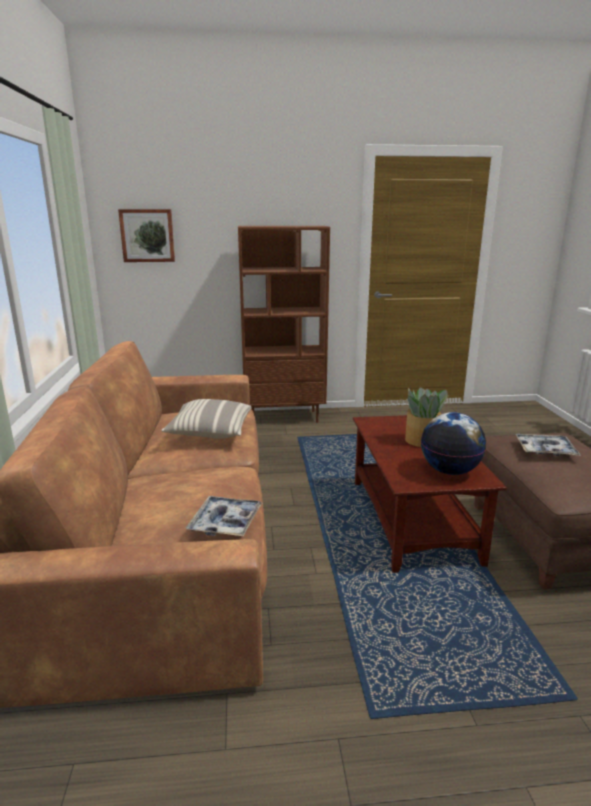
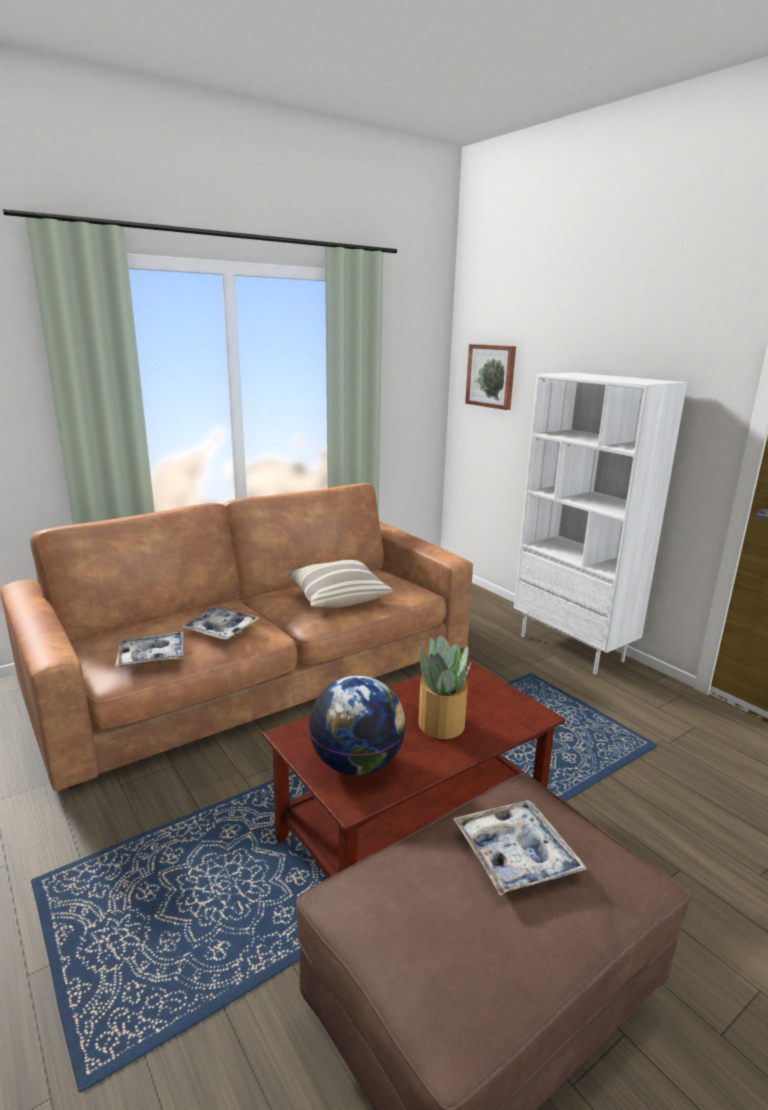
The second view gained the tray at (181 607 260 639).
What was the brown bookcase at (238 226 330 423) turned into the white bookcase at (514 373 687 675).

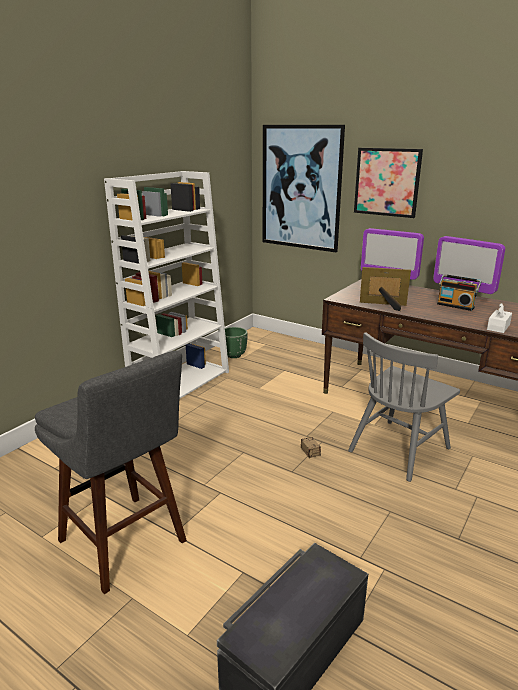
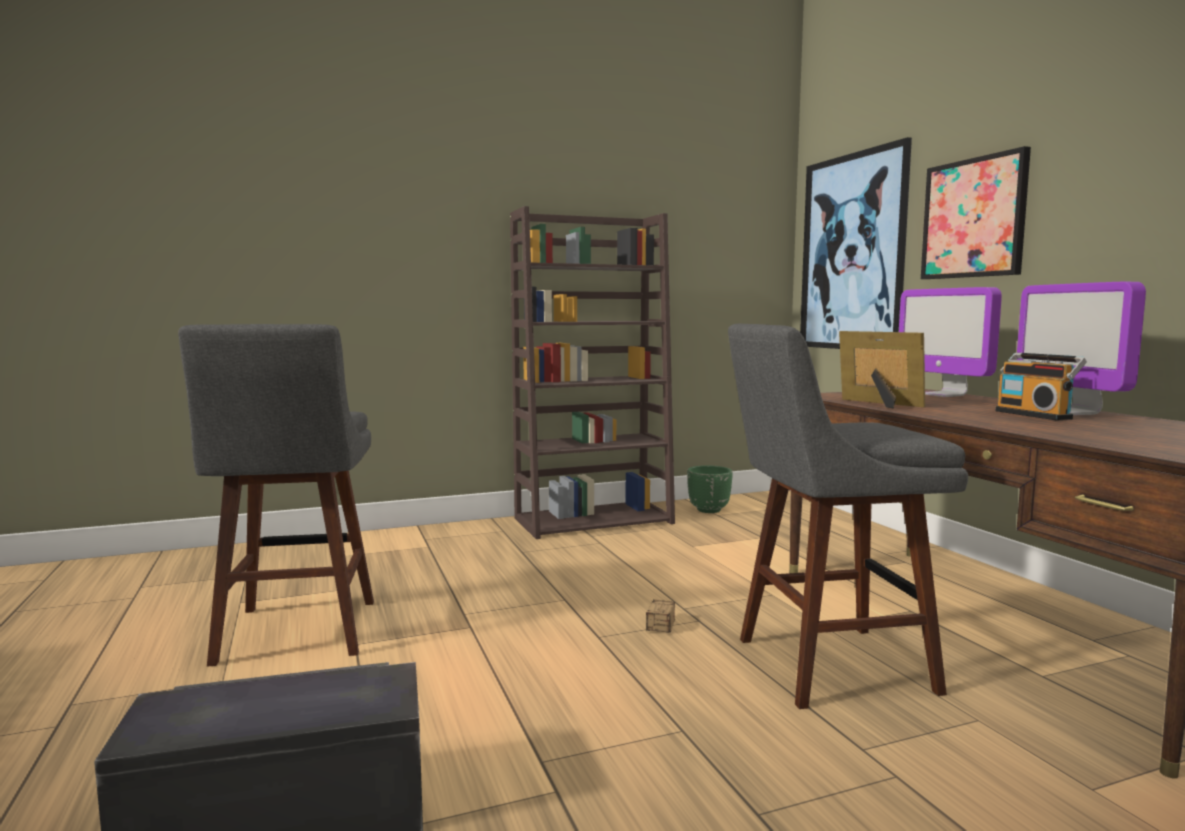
What was the white bookcase at (104 171 229 399) turned into the brown bookcase at (510 206 675 539).
Where the grey chair stood at (348 332 460 482), the grey stool came to stand at (728 324 968 709).
The second view lost the white tissue box at (487 303 512 333).

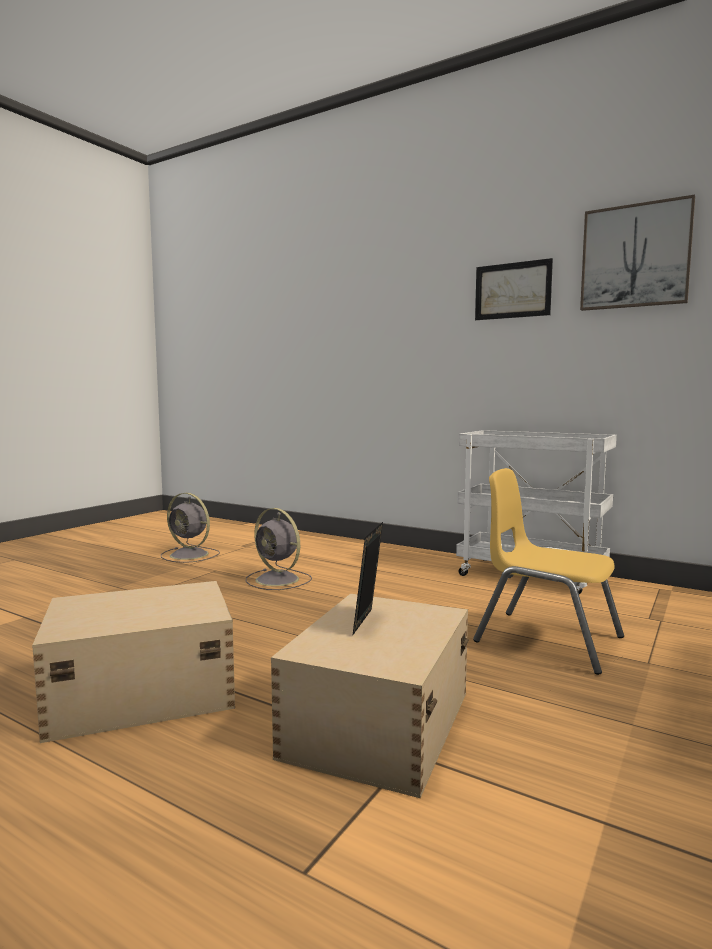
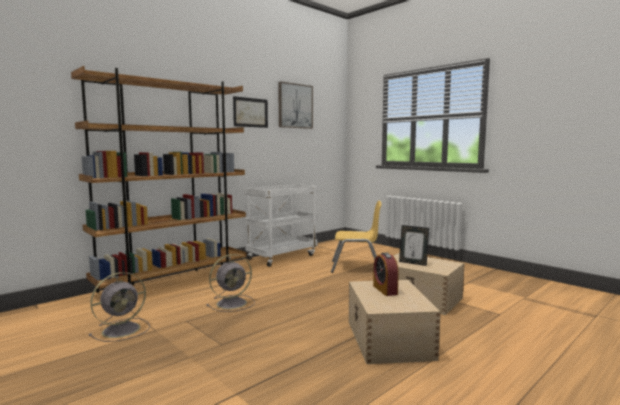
The second view gained the brown bookcase at (71 66 247 293).
The yellow chair at (473 468 624 675) ended up facing another way, 135 degrees counterclockwise from before.
The second view gained the alarm clock at (373 253 399 296).

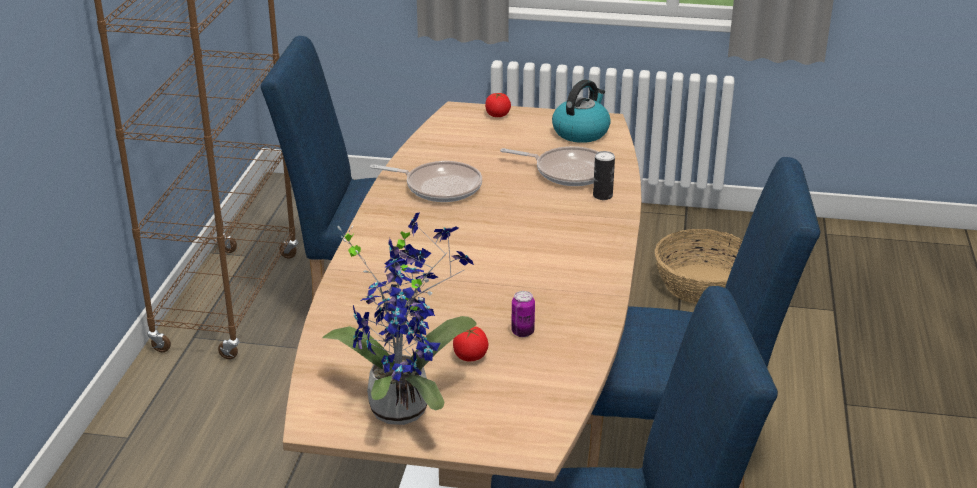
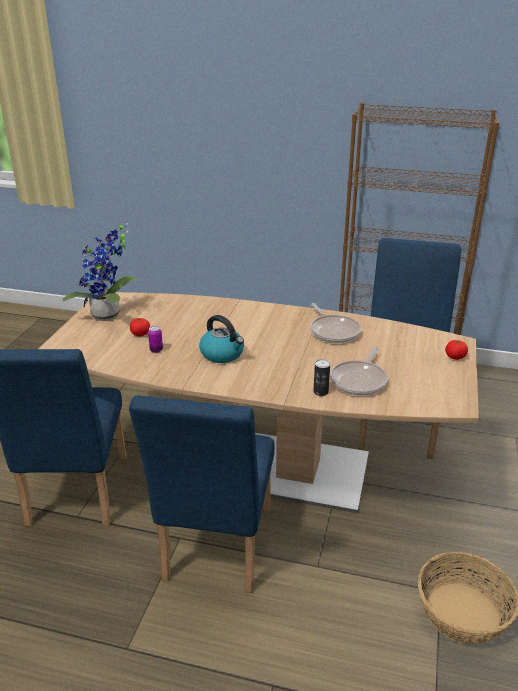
The kettle ended up elsewhere, having gone from (552 79 611 143) to (199 315 244 363).
The frying pan at (370 161 482 202) ended up facing another way, 45 degrees counterclockwise from before.

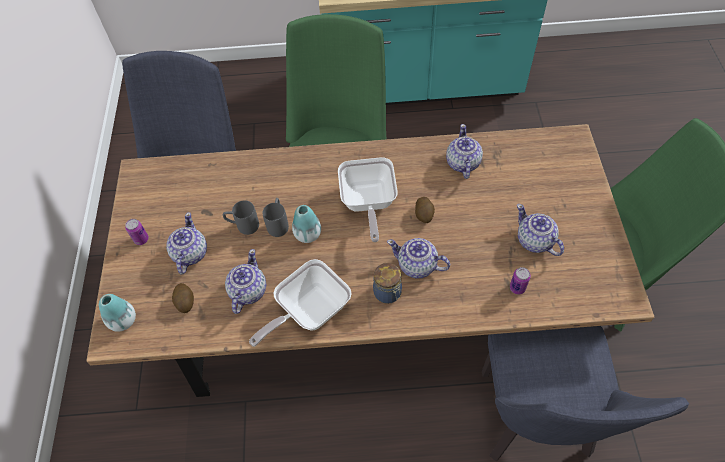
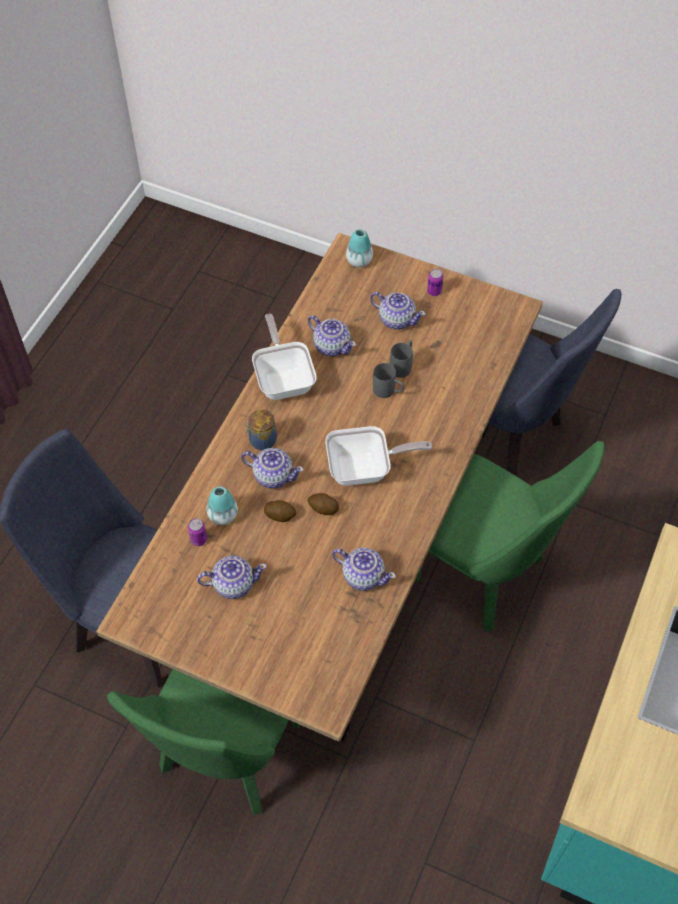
The vase ended up elsewhere, having gone from (292 205 321 243) to (207 486 238 525).
The teapot at (387 238 450 279) ended up facing another way, 60 degrees clockwise from before.
The potato ended up elsewhere, having gone from (172 283 194 313) to (264 500 296 522).
The frying pan at (338 157 398 242) ended up facing another way, 150 degrees clockwise from before.

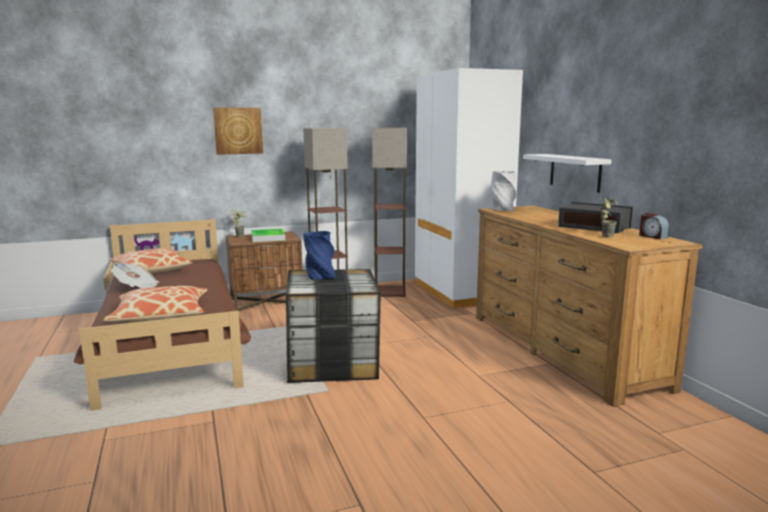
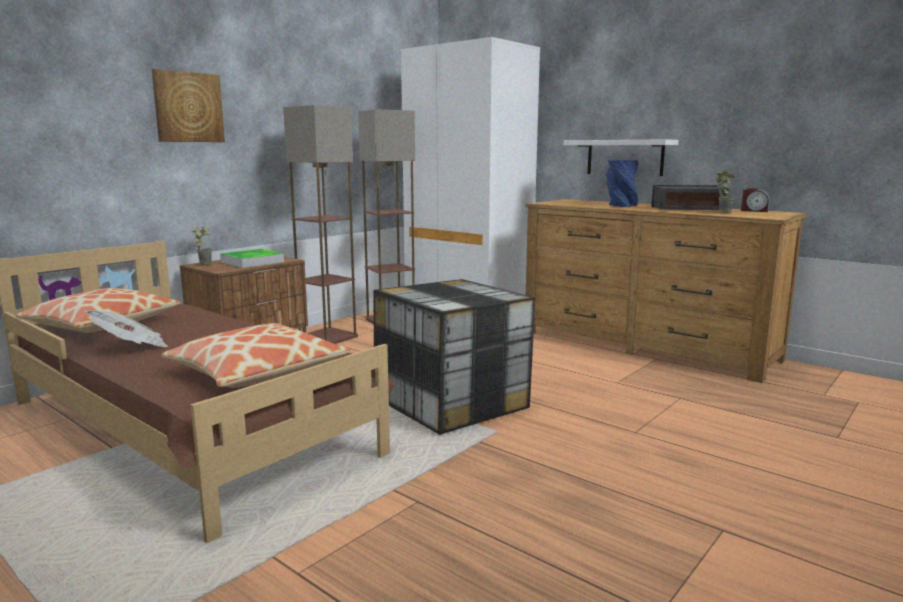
The blue vase ended up elsewhere, having gone from (303 231 336 280) to (607 160 638 207).
The second view lost the grey vase at (491 171 516 211).

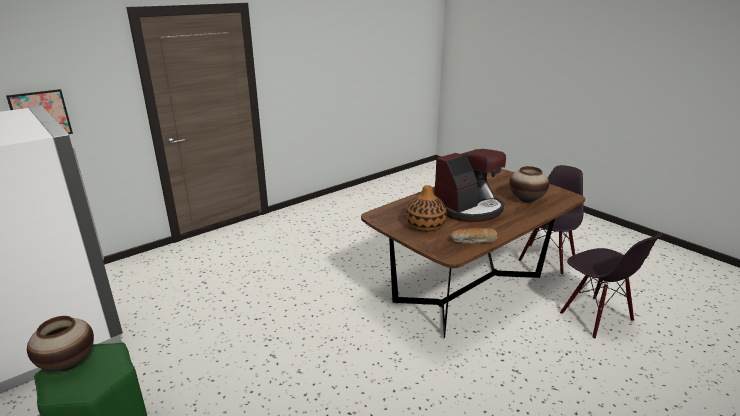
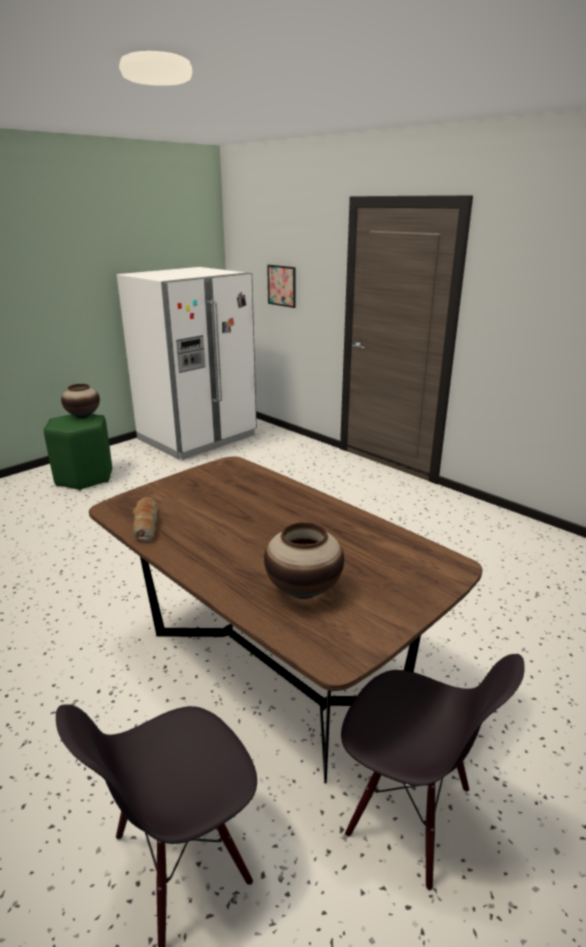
The second view lost the vase at (406 185 447 232).
The second view lost the coffee machine at (434 149 506 222).

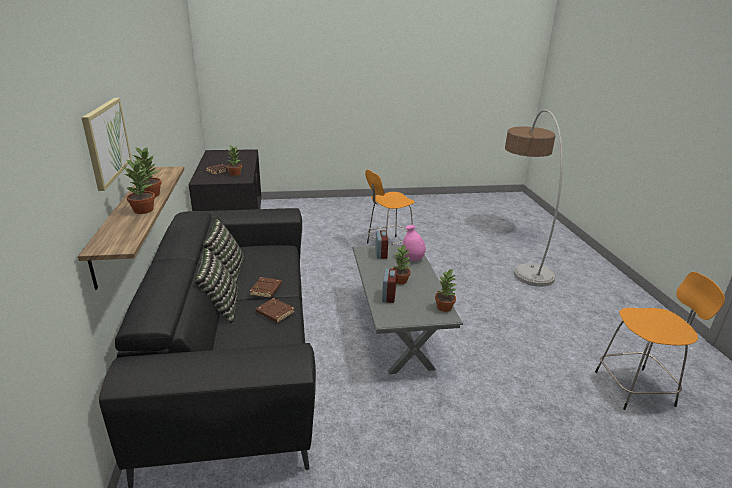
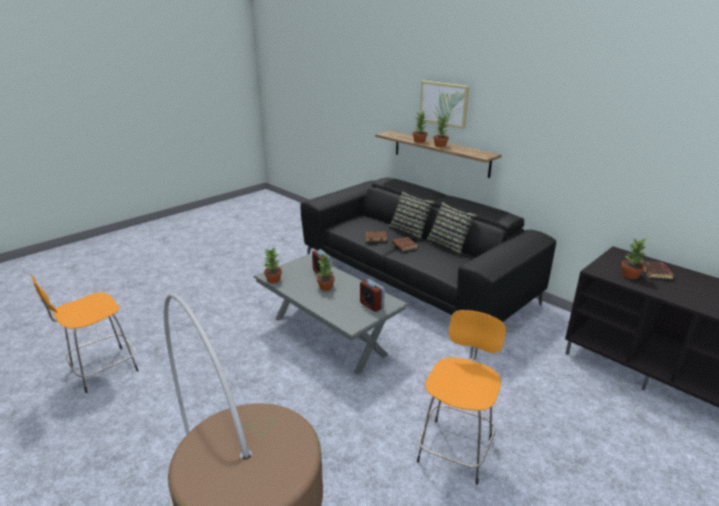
The second view lost the pink vase at (403 225 426 261).

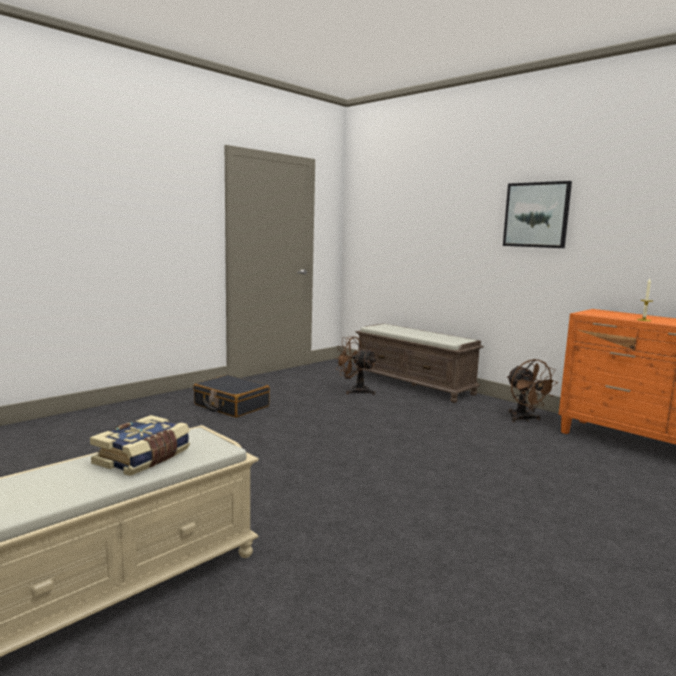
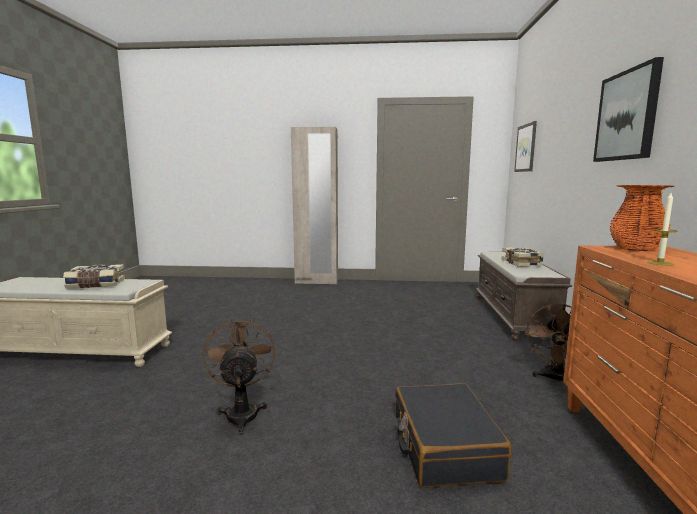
The brown fan ended up elsewhere, having gone from (335 336 377 395) to (203 318 275 435).
The second view gained the beige wardrobe at (291 127 338 284).
The black suitcase ended up elsewhere, having gone from (193 375 270 418) to (395 383 512 488).
The second view gained the book at (502 247 544 266).
The second view gained the picture at (514 121 537 172).
The second view gained the orange vase at (610 185 674 251).

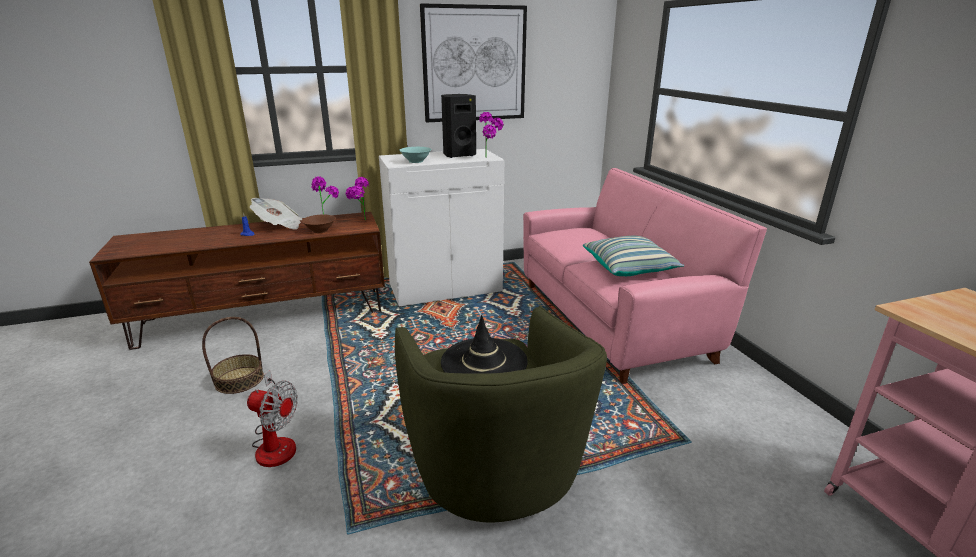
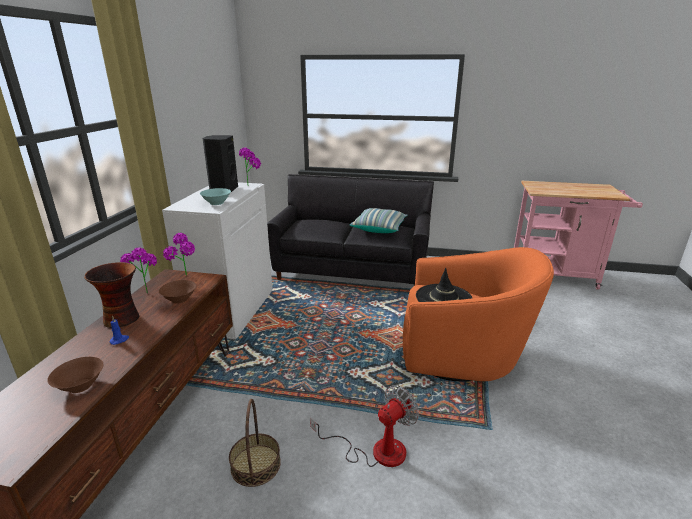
The second view gained the brown bowl at (47 357 103 393).
Where the newspaper stood at (250 198 302 230), the vase came to stand at (84 262 139 328).
What was the pink sofa at (523 168 767 384) turned into the black sofa at (267 174 434 286).
What was the green armchair at (395 306 607 522) turned into the orange armchair at (403 247 554 381).
The second view lost the picture at (420 3 527 122).

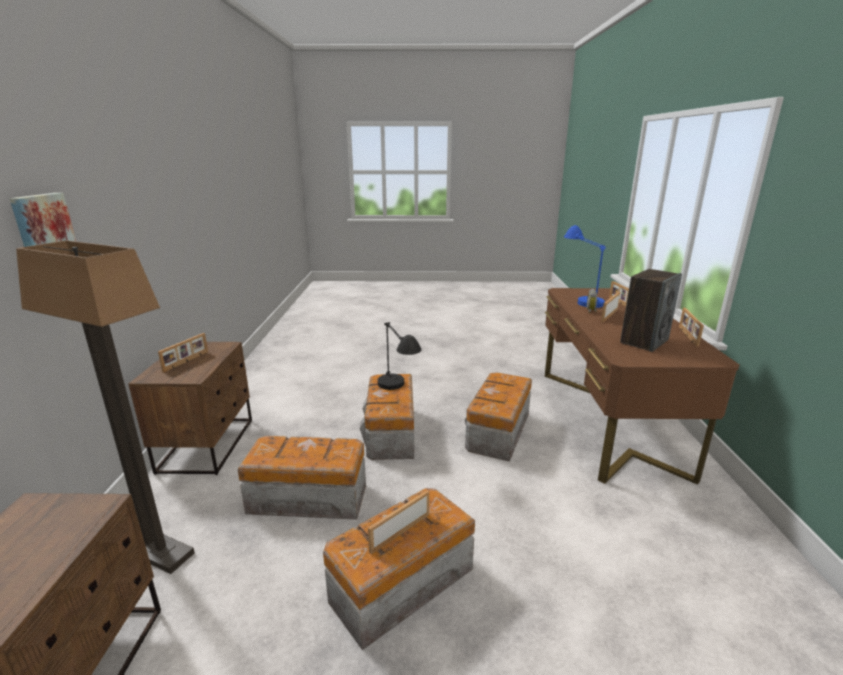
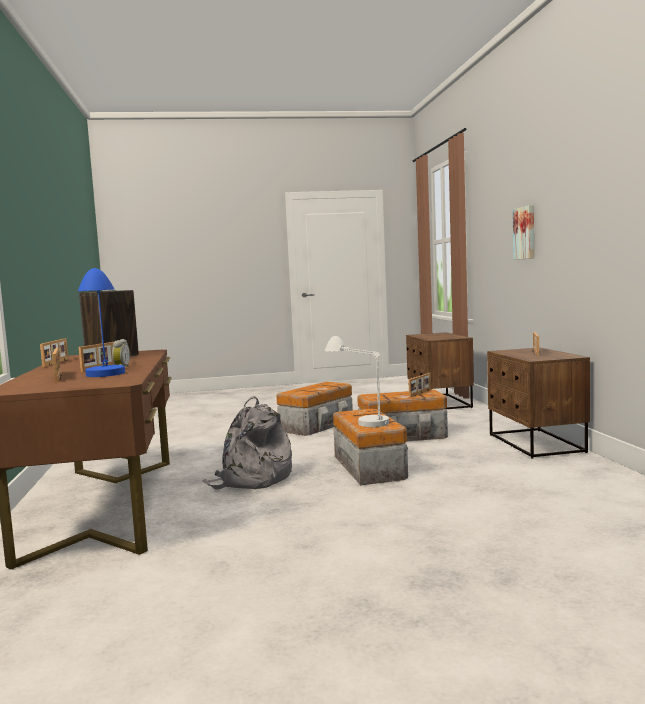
Where the storage box stood at (465 372 532 462), the grey backpack came to stand at (202 396 292 490).
What was the black table lamp at (378 322 421 390) turned into the white table lamp at (325 336 389 427).
The picture frame ended up elsewhere, having gone from (368 490 429 555) to (408 373 431 397).
The second view lost the floor lamp at (16 240 195 574).

